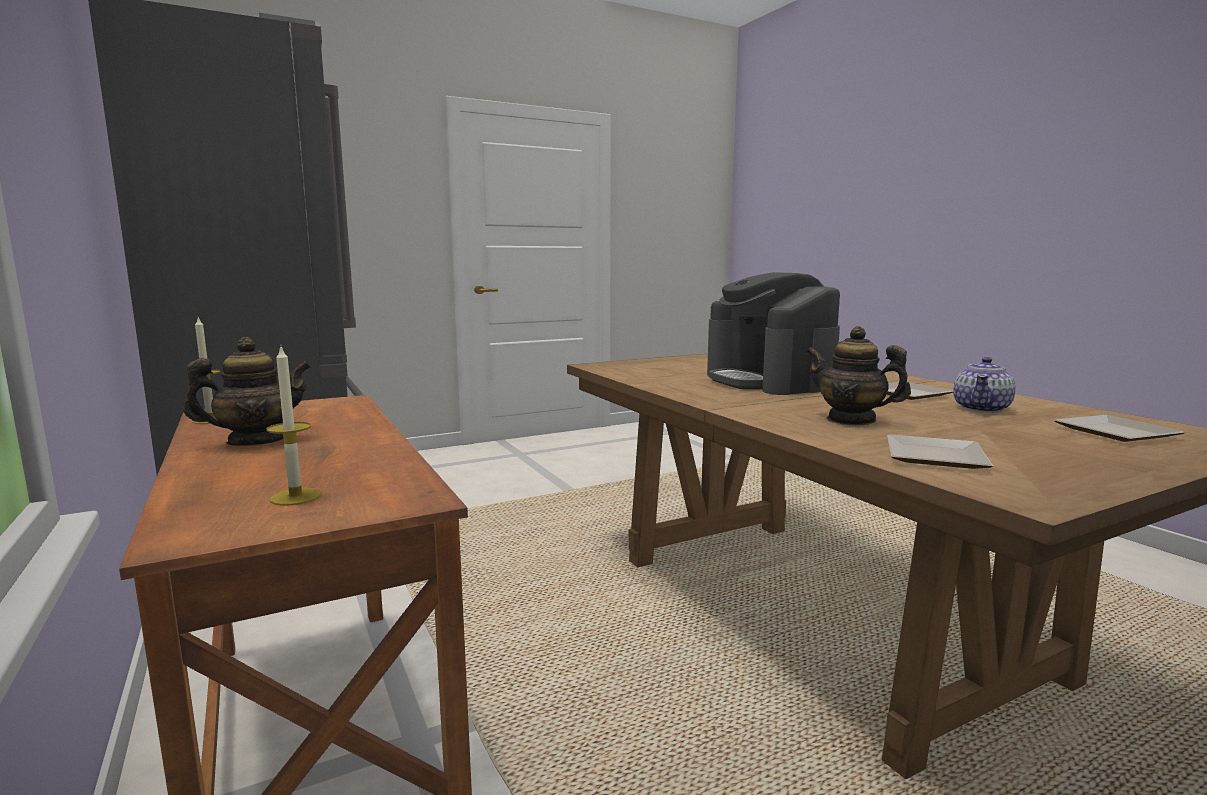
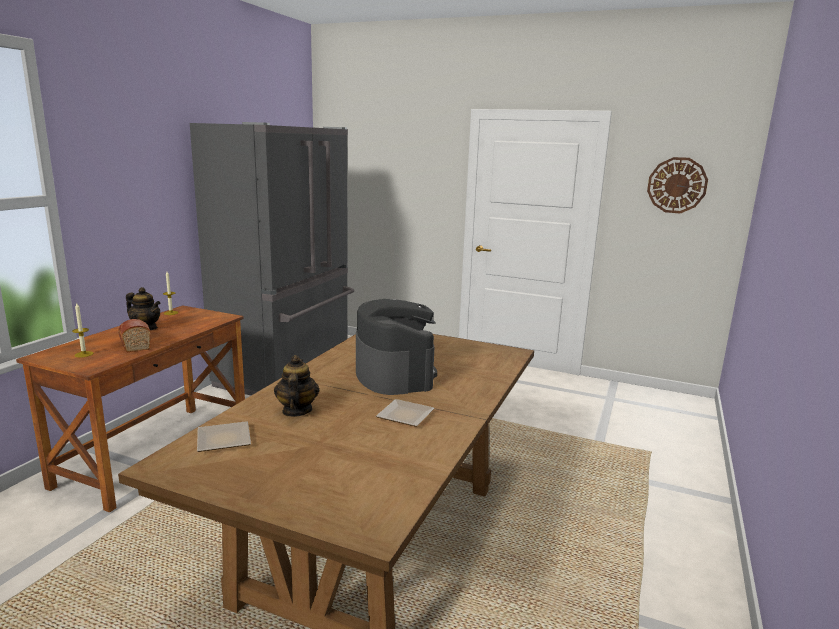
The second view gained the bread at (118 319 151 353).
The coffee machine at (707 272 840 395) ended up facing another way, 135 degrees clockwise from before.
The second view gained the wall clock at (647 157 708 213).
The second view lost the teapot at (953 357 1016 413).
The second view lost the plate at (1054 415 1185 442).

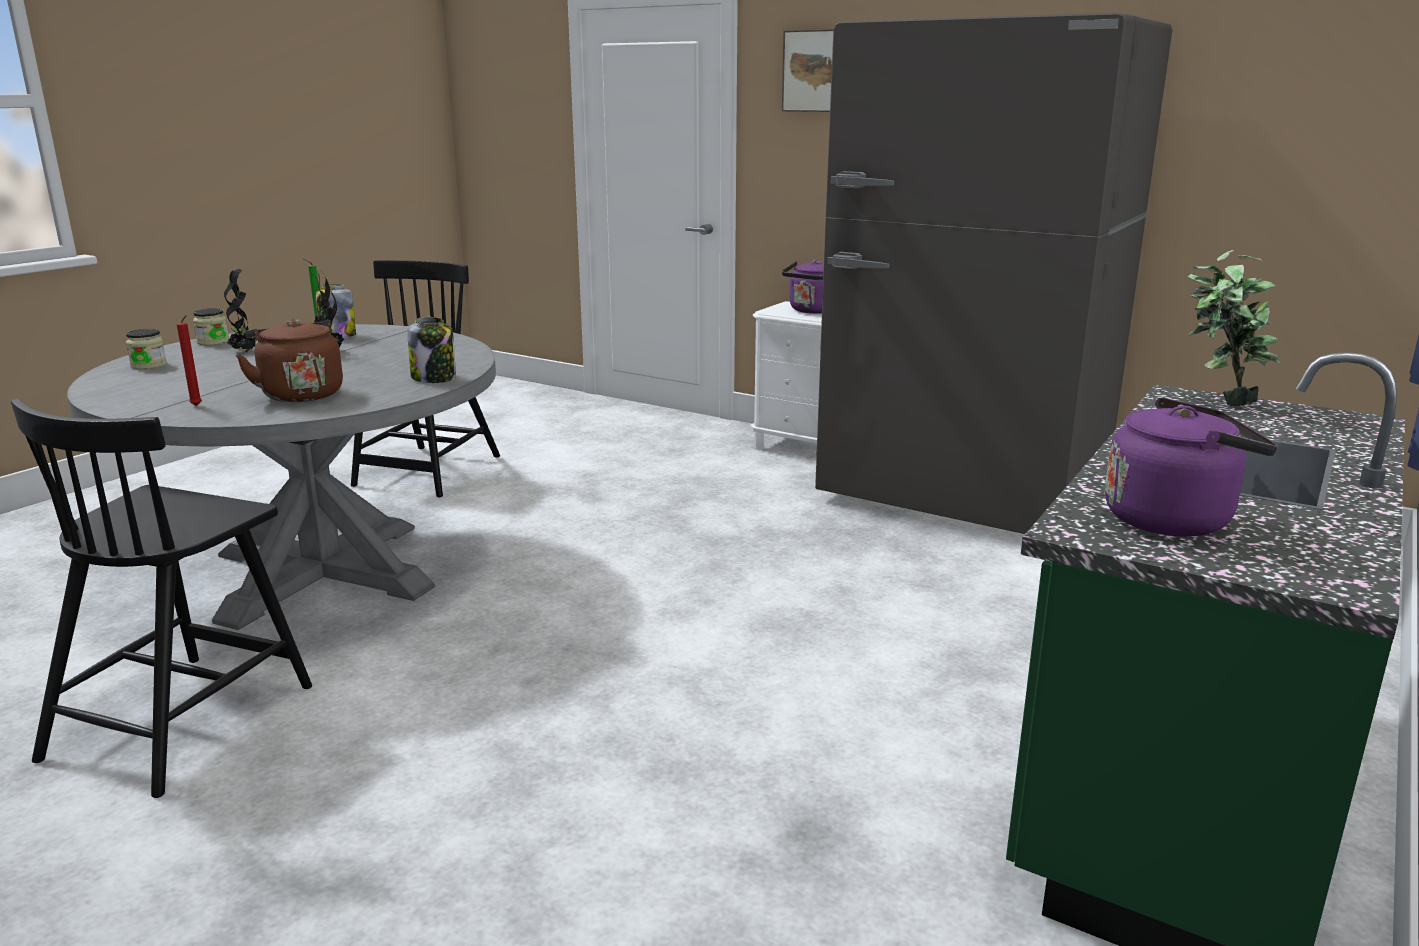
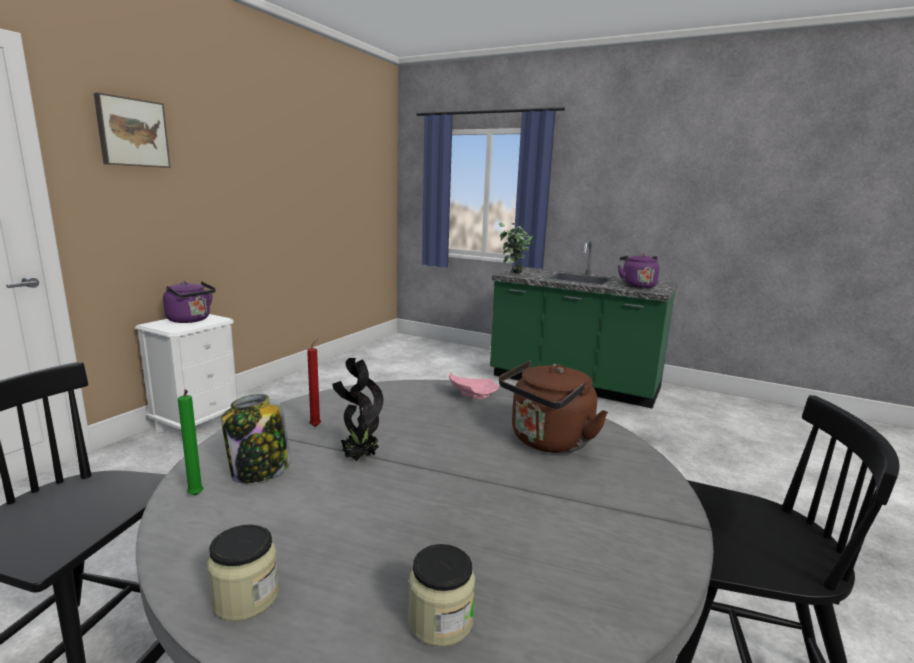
The red candle ended up elsewhere, having gone from (177 315 202 406) to (307 338 321 427).
Where the jar stood at (407 317 456 383), the pink plate came to stand at (449 372 499 399).
The second view lost the potted plant at (224 269 257 352).
The second view lost the grey fridge at (815 12 1172 534).

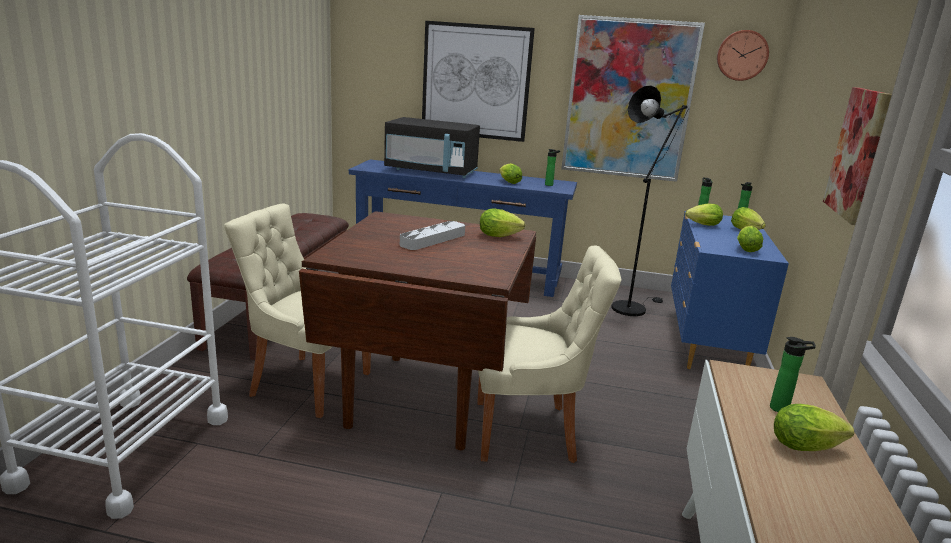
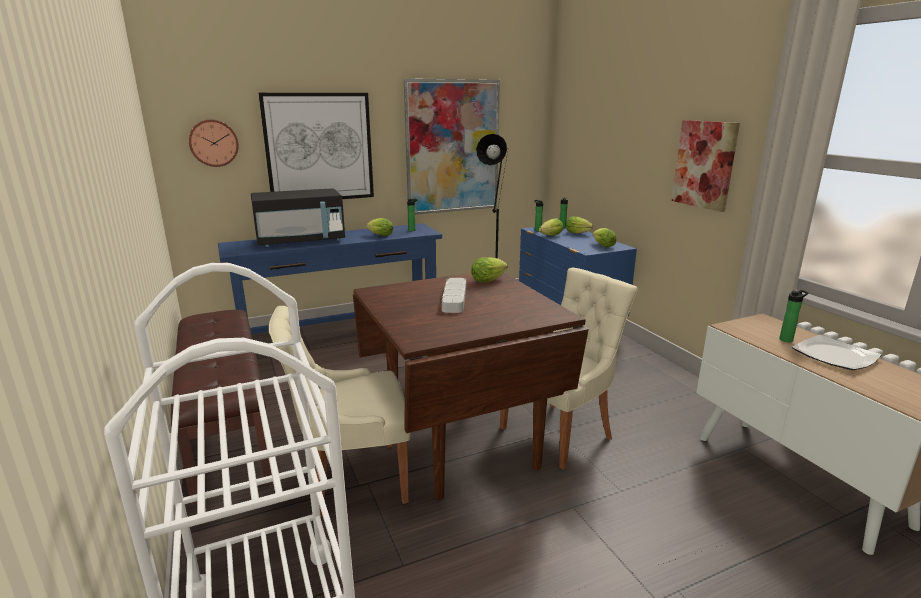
The wall clock ended up elsewhere, having gone from (717 30 769 81) to (189 119 239 167).
Where the lettuce stood at (774 404 854 451), the plate came to stand at (792 335 881 370).

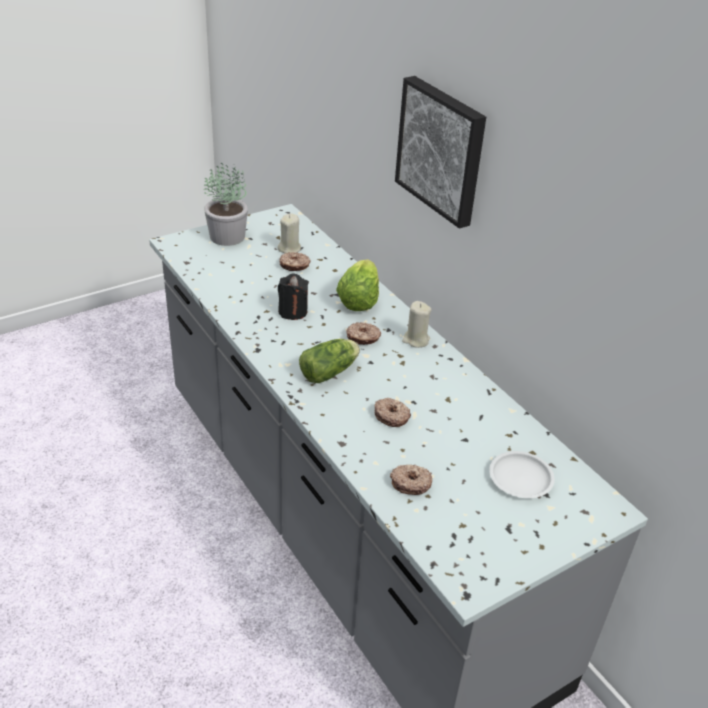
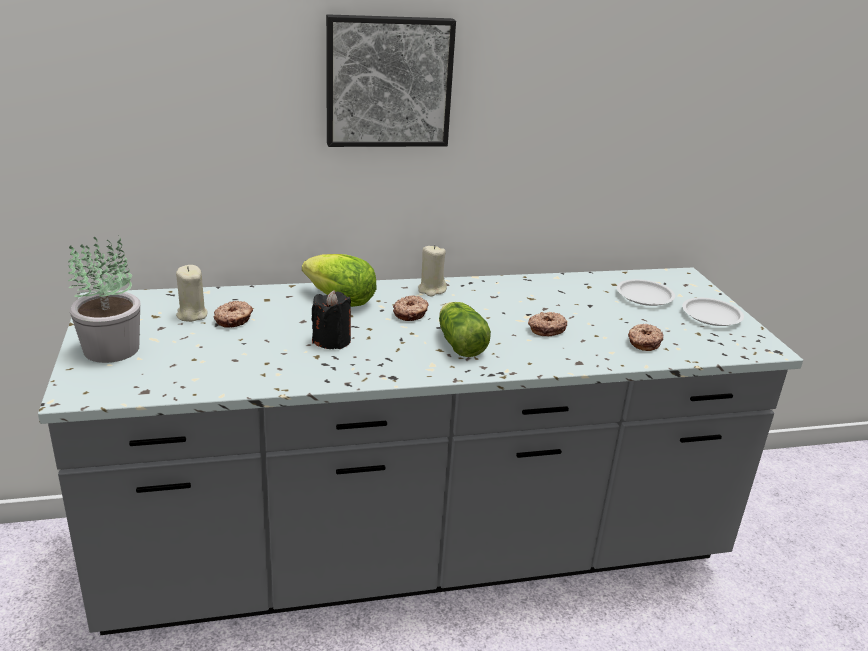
The second view gained the white plate at (682 298 744 326).

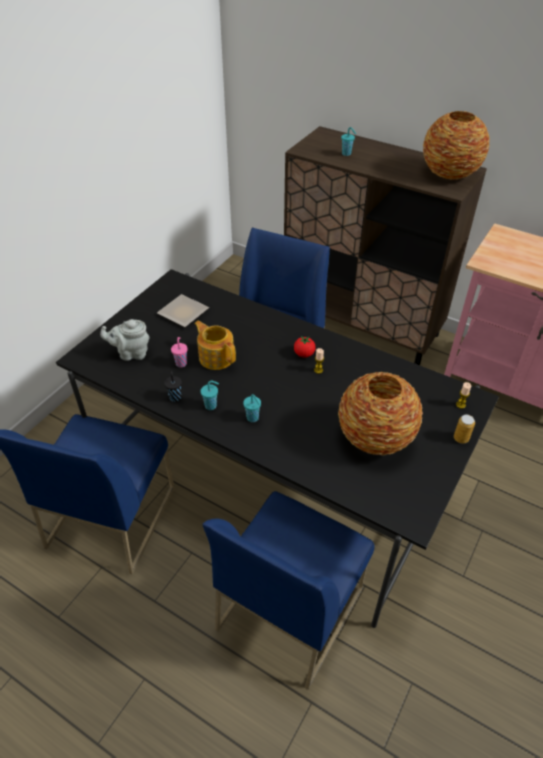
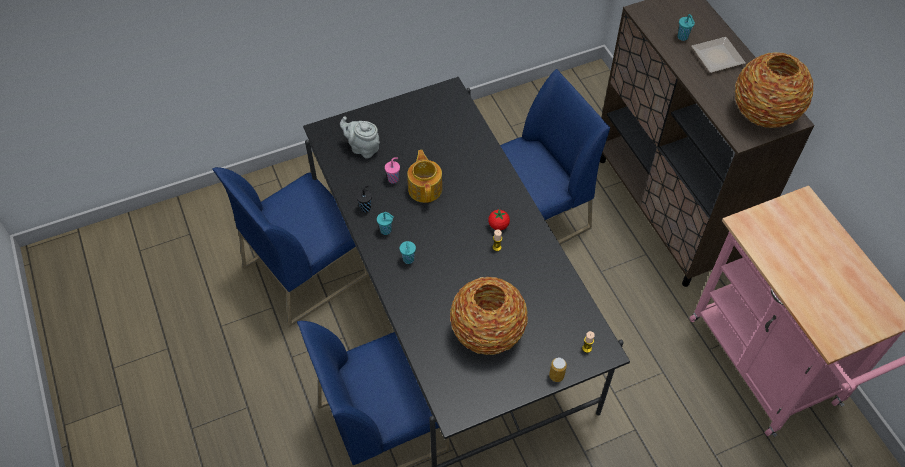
The plate ended up elsewhere, having gone from (157 294 209 327) to (691 37 746 73).

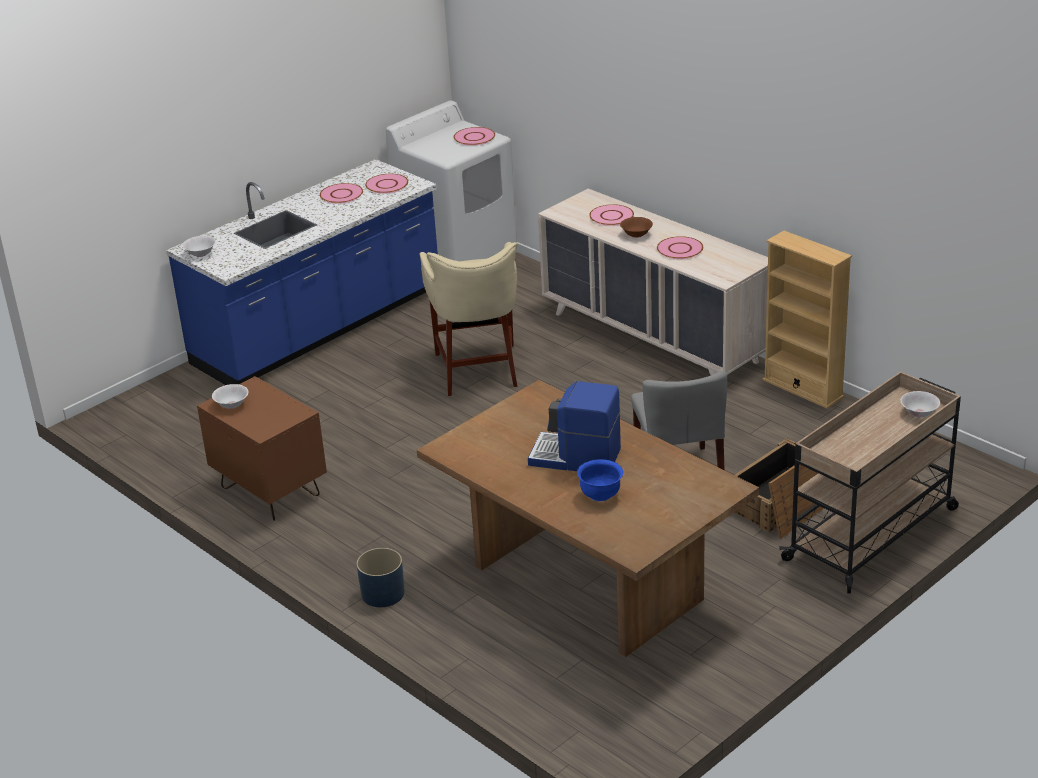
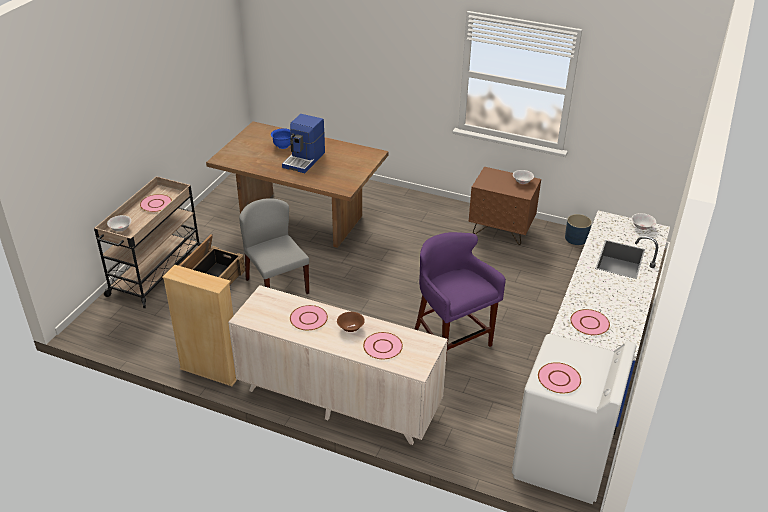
The pink plate ended up elsewhere, having gone from (320 183 363 204) to (140 194 172 212).
The coffee machine at (528 381 621 471) ended up facing another way, 120 degrees clockwise from before.
What was the beige stool at (420 242 517 396) turned into the purple stool at (415 232 506 357).
The blue planter ended up elsewhere, having gone from (356 548 405 607) to (565 214 592 245).

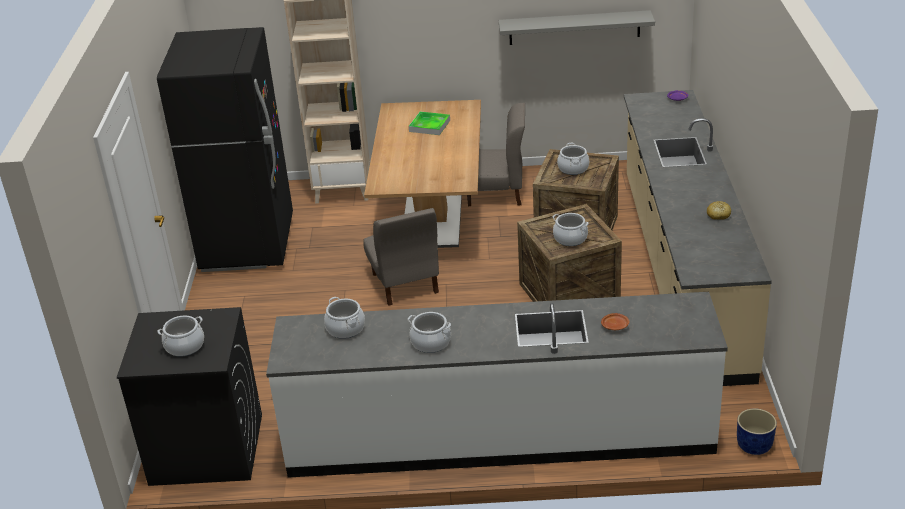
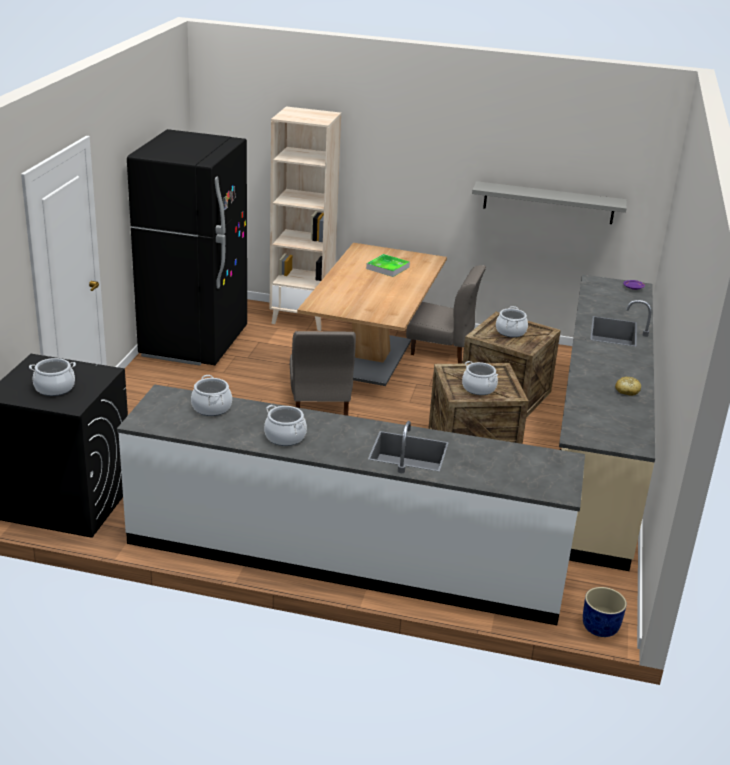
The second view lost the brown plate at (601 313 629 330).

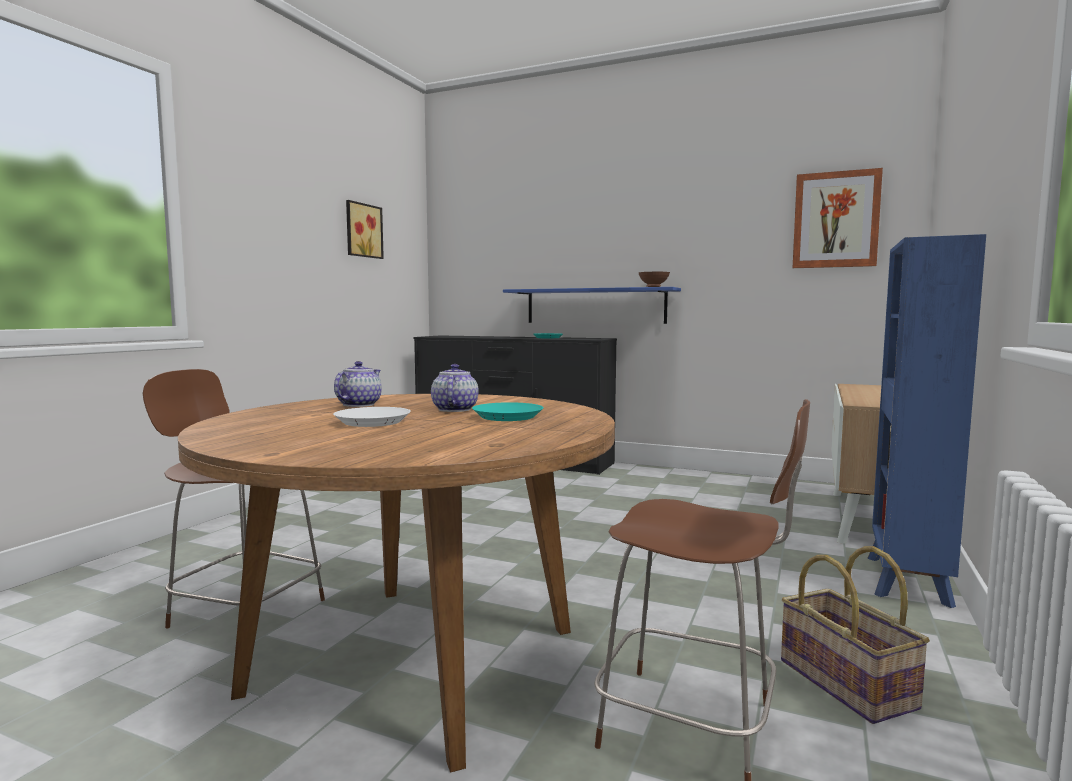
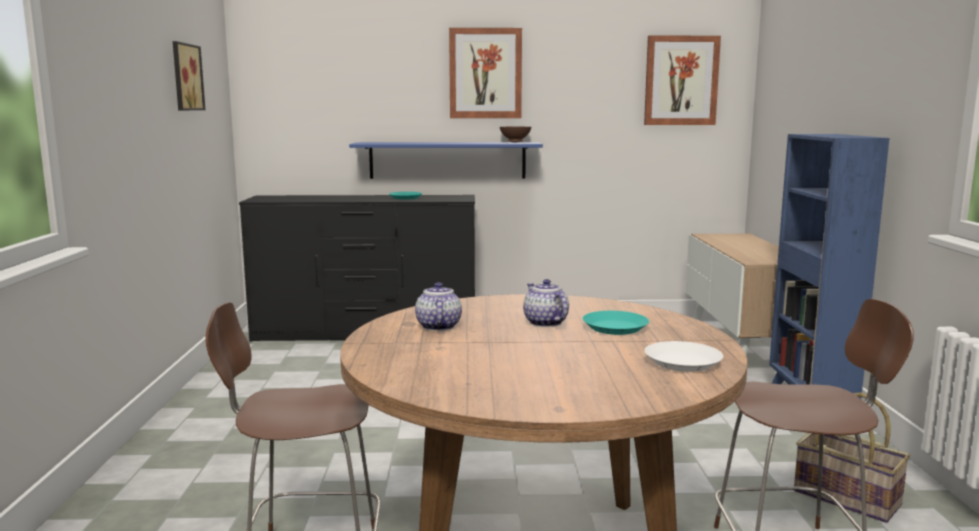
The second view gained the picture at (449 28 522 118).
The white plate ended up elsewhere, having gone from (333 407 411 427) to (645 341 723 372).

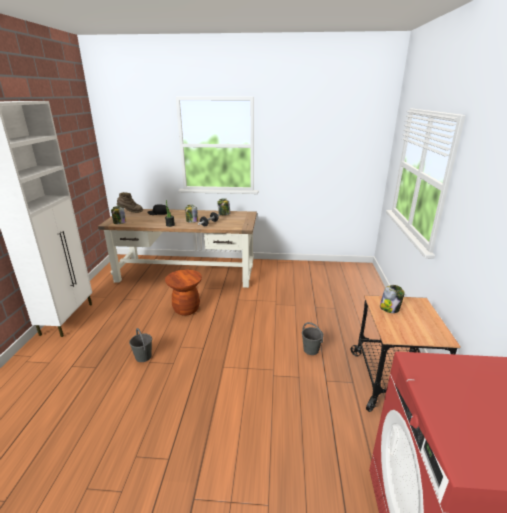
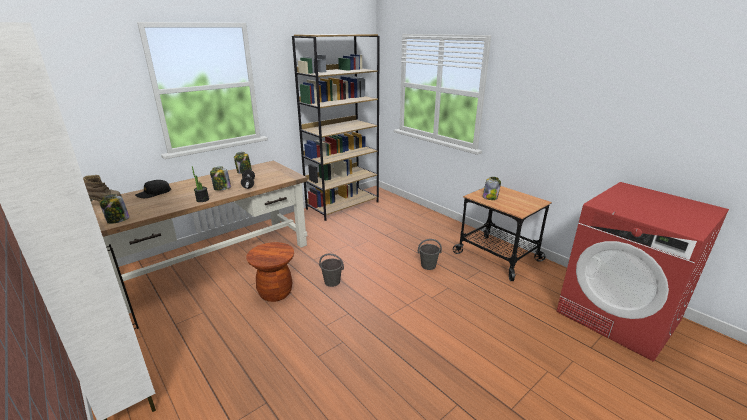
The second view gained the brown bookcase at (292 34 380 221).
The grey bucket ended up elsewhere, having gone from (129 328 152 362) to (319 253 344 287).

